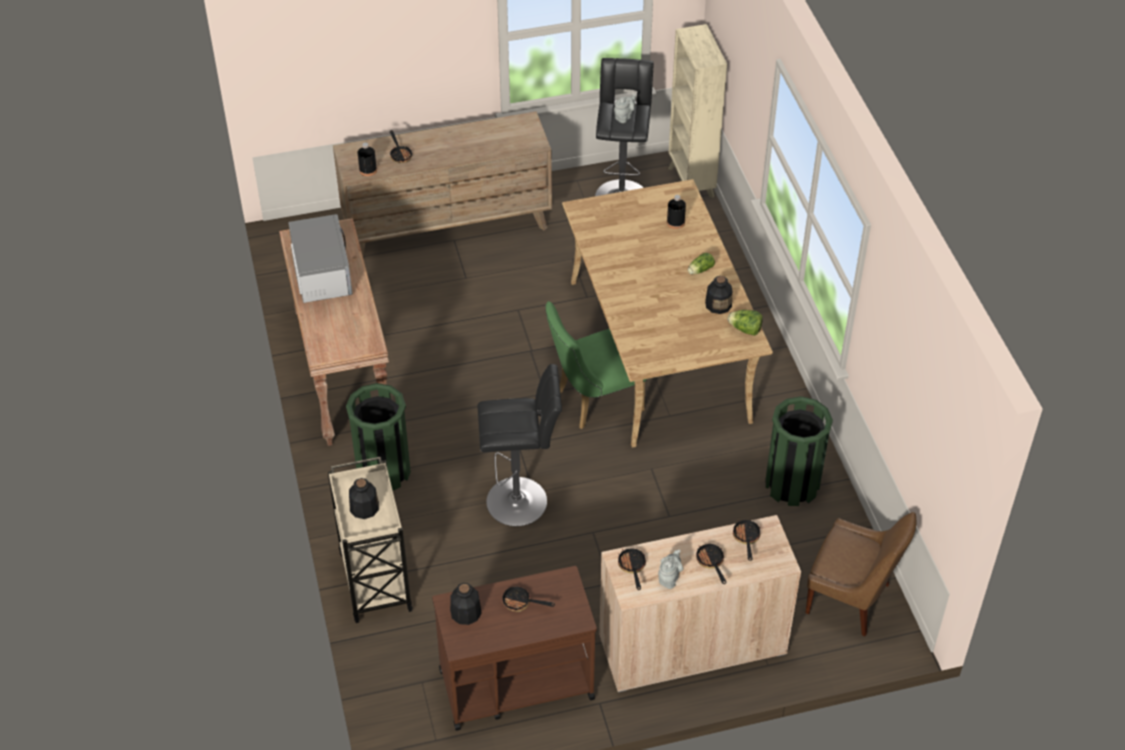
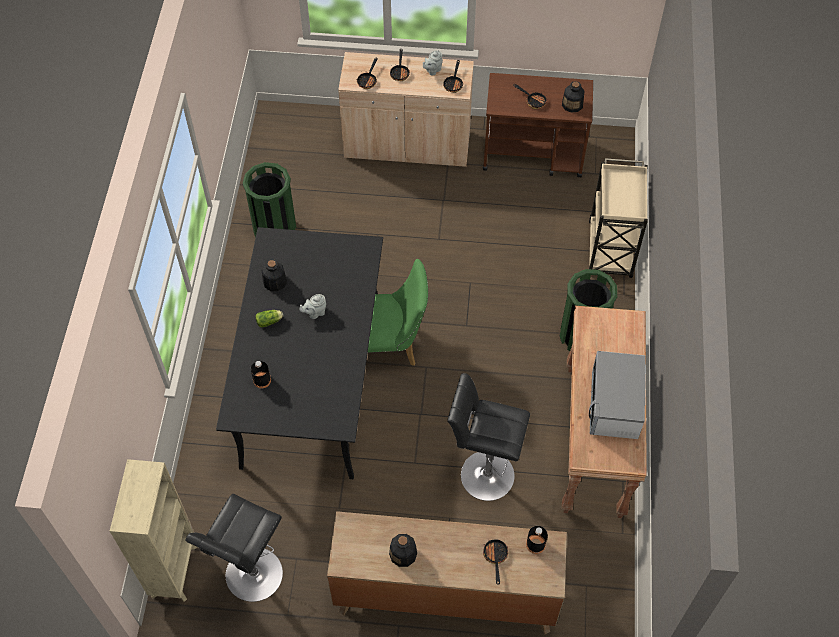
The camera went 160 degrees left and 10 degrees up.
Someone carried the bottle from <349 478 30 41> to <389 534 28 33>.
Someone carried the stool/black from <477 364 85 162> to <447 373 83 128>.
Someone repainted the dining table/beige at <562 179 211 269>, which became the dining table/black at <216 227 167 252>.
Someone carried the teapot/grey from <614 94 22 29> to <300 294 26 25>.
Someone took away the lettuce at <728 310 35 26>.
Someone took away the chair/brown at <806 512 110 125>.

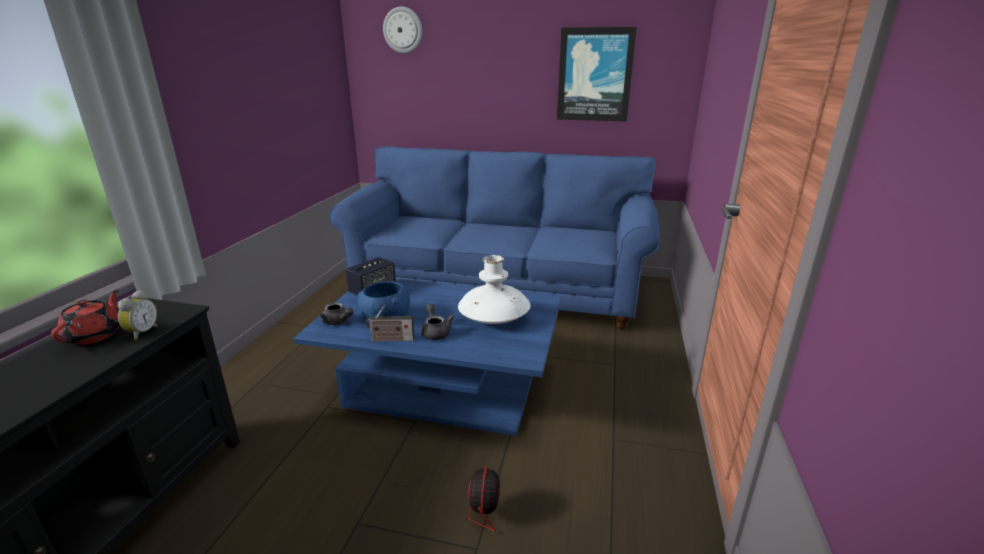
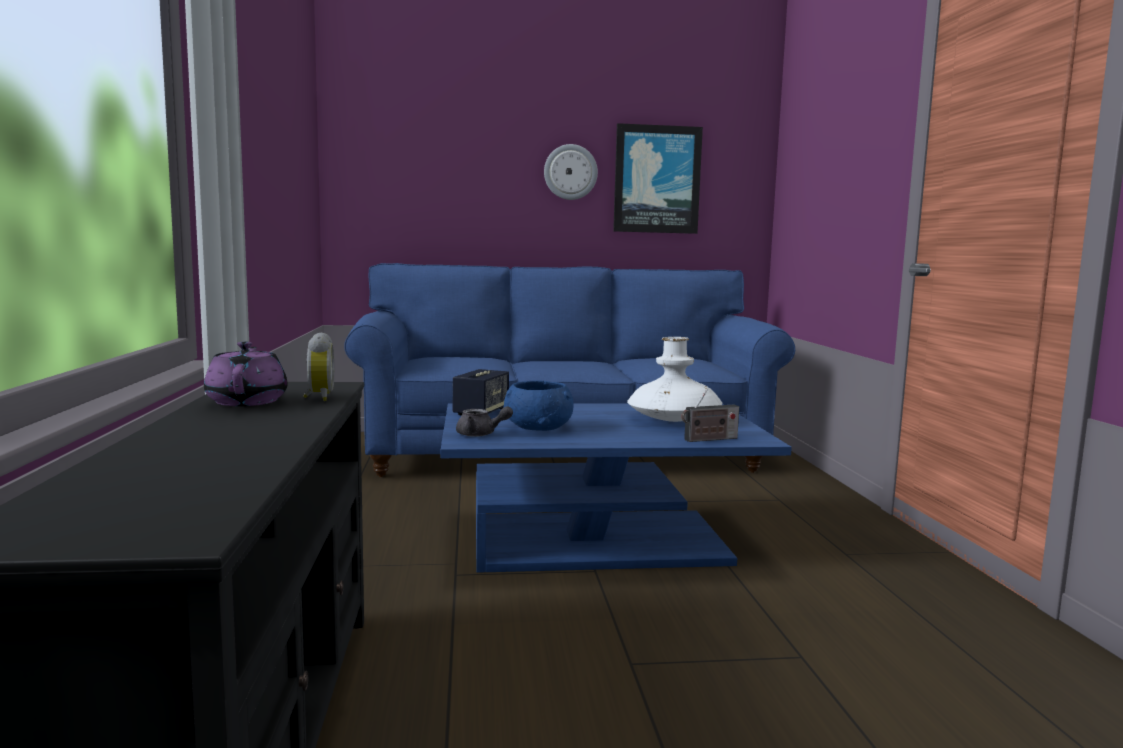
The camera went 20 degrees left and 15 degrees down.
Someone repainted the teapot/red at <51 290 69 55>, which became the teapot/purple at <204 342 84 64>.
Someone carried the radio from <366 305 48 36> to <681 389 58 53>.
Someone carried the wall clock from <383 7 40 46> to <544 144 54 56>.
Someone took away the fan at <393 464 107 68>.
Someone took away the teapot/grey at <421 304 33 36>.

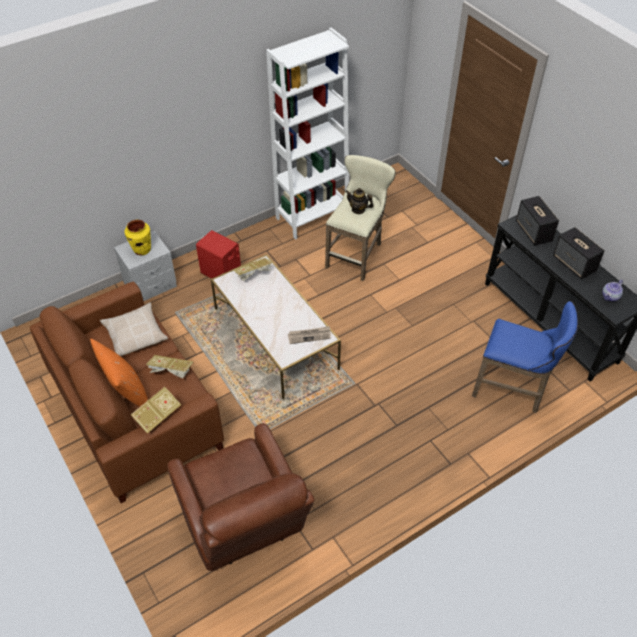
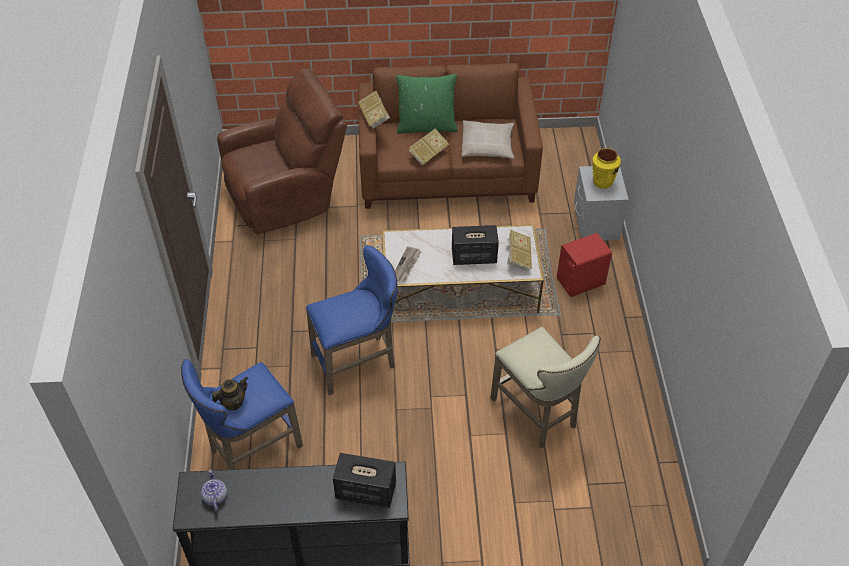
The camera went 120 degrees right and 0 degrees up.
Someone repainted the pillow/orange at <90 339 58 67>, which became the pillow/green at <396 74 62 60>.
Someone rotated the armchair/brown at <167 423 148 148> by 150 degrees clockwise.
Someone took away the bookcase/white at <266 28 83 212>.
Someone carried the teapot from <345 188 28 26> to <212 377 36 33>.
Someone carried the speaker from <553 227 52 52> to <452 225 47 40>.
Someone put down the stool/blue at <306 245 92 150>.

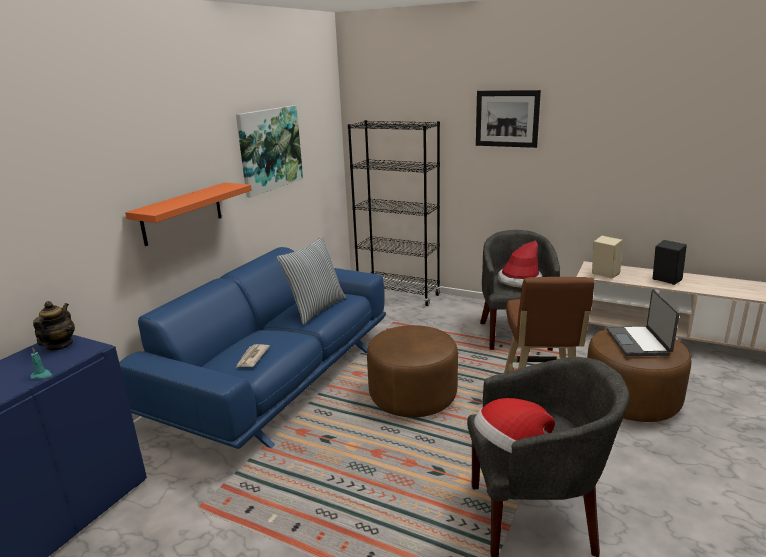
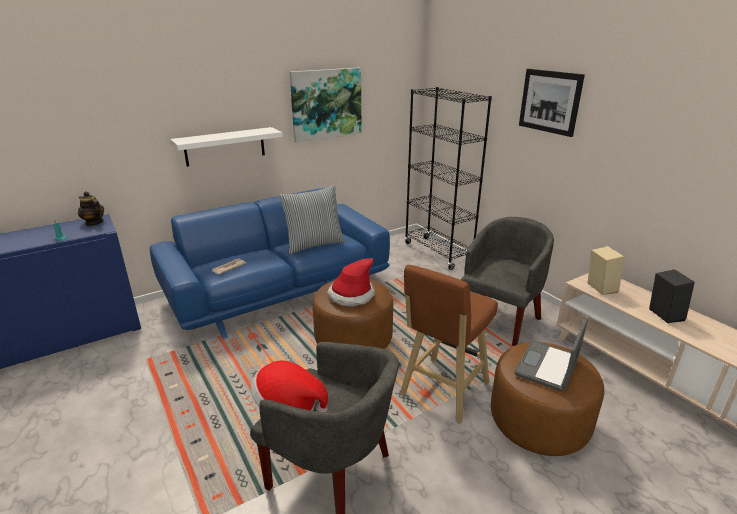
The camera went 30 degrees right and 5 degrees up.
Someone rotated the teapot at <33 301 42 50> by 90 degrees counterclockwise.
Someone repainted the shelf/orange at <125 183 127 63>, which became the shelf/white at <170 127 113 40>.
Someone carried the hat from <498 240 44 48> to <327 258 48 49>.

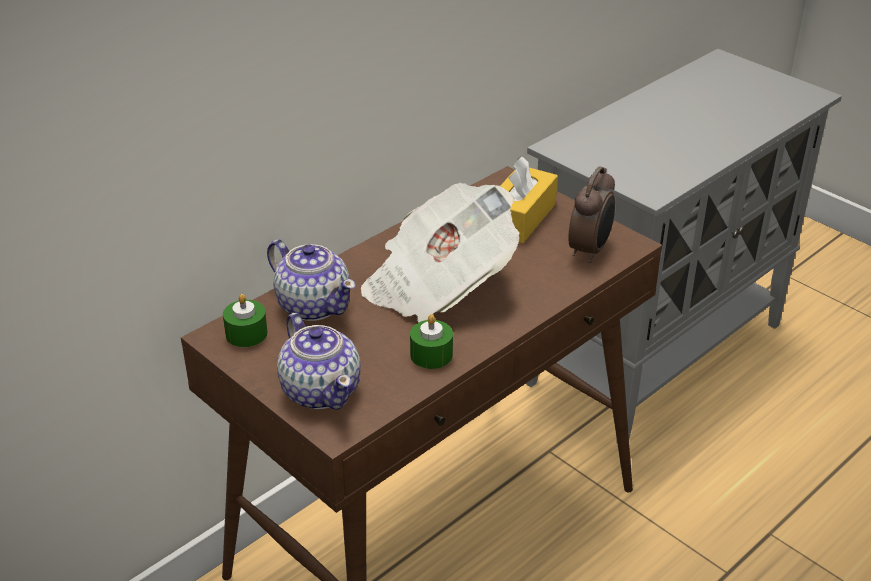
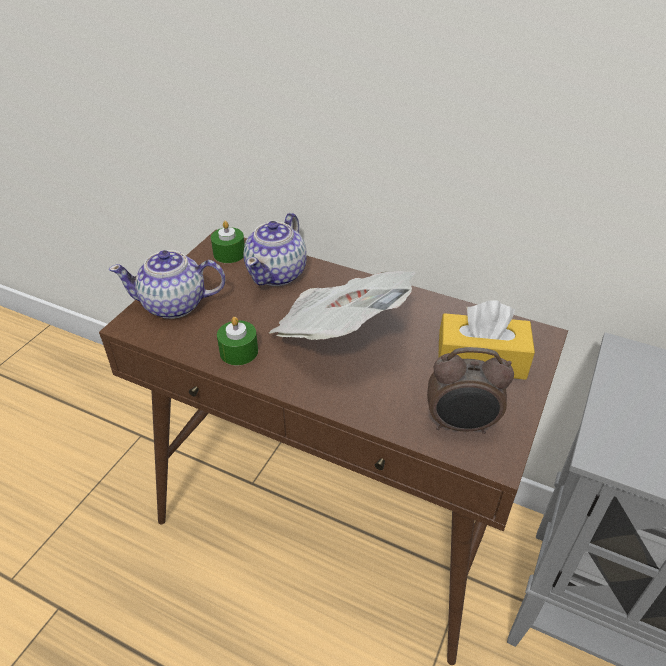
The camera went 70 degrees right and 5 degrees up.
Someone rotated the teapot at <277 313 84 97> by 45 degrees clockwise.

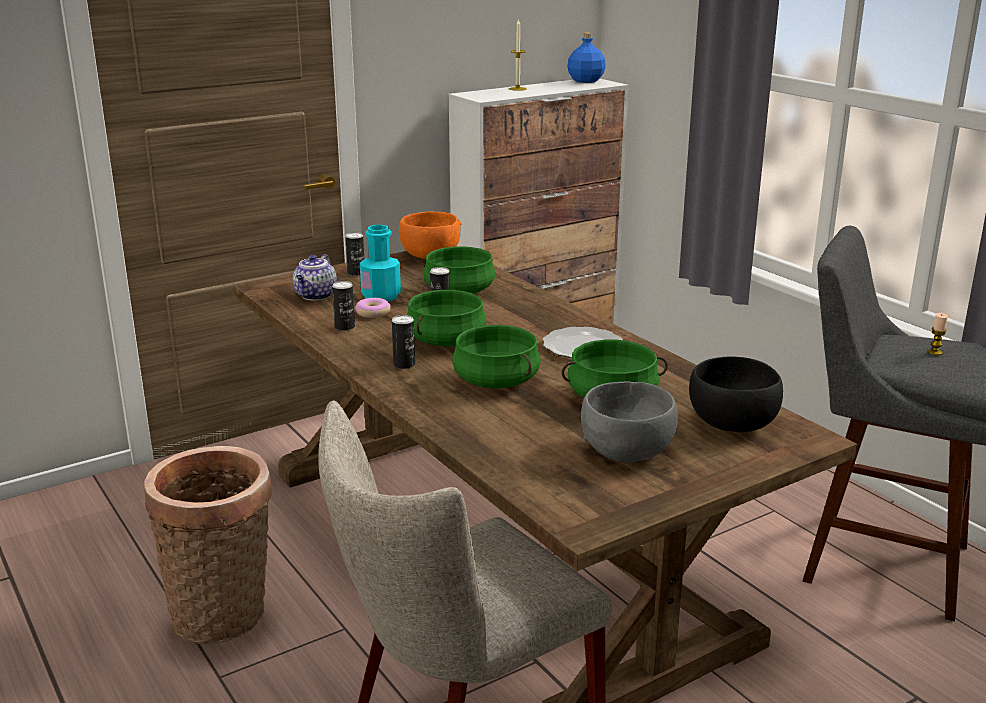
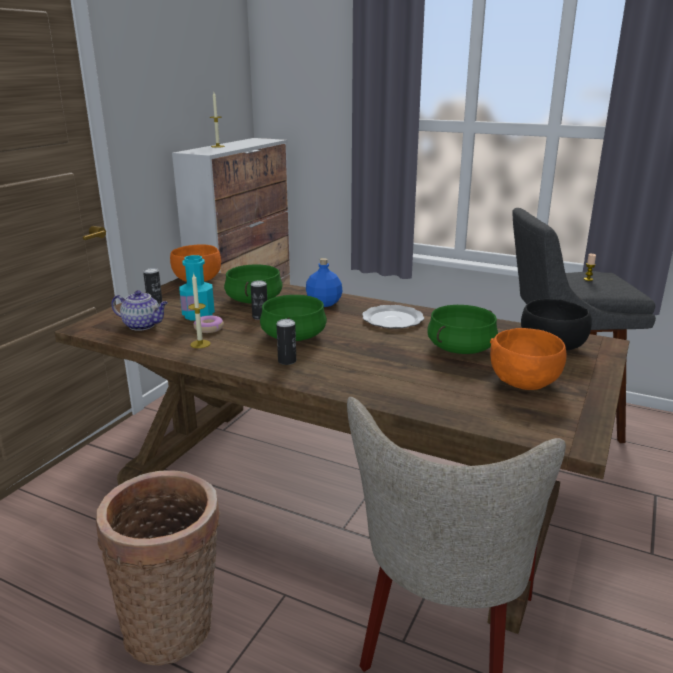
The camera went 30 degrees left and 0 degrees up.
Someone rotated the teapot at <293 254 44 46> by 60 degrees counterclockwise.
Someone swapped the can at <332 281 23 50> for the candle at <188 274 23 74>.
Someone took away the cooking pot/green at <452 325 89 64>.
Someone carried the bottle/blue from <567 33 39 50> to <306 258 36 49>.
Someone repainted the bowl/grey at <581 382 97 81>, which became the bowl/orange at <490 328 77 62>.

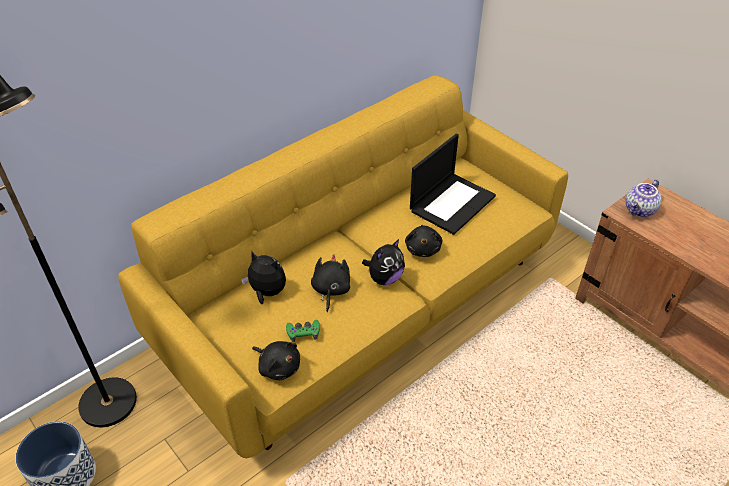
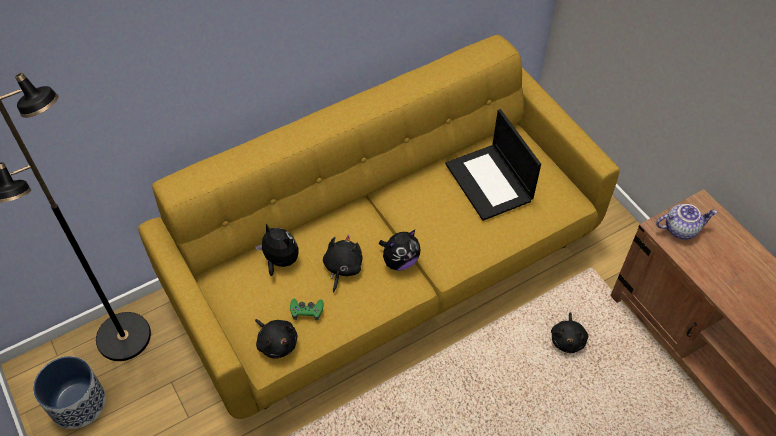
The camera went 10 degrees right and 10 degrees up.
Someone carried the plush toy/black from <405 225 37 32> to <551 312 37 41>.
Someone rotated the laptop at <410 133 86 102> by 105 degrees clockwise.
Someone rotated the teapot at <625 179 36 38> by 150 degrees counterclockwise.

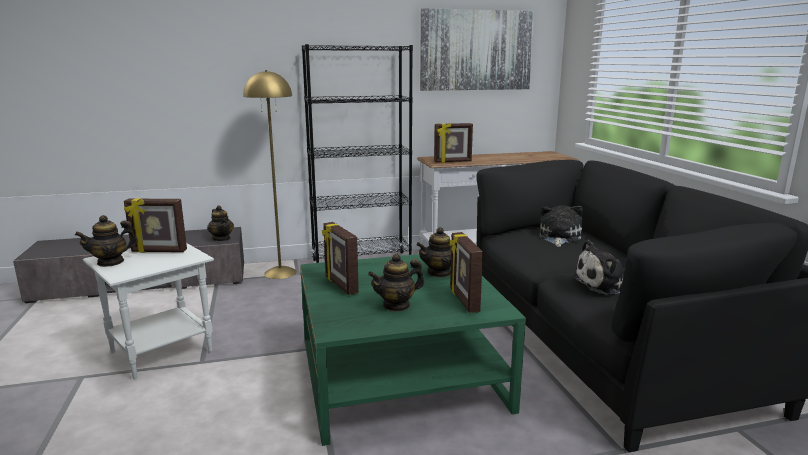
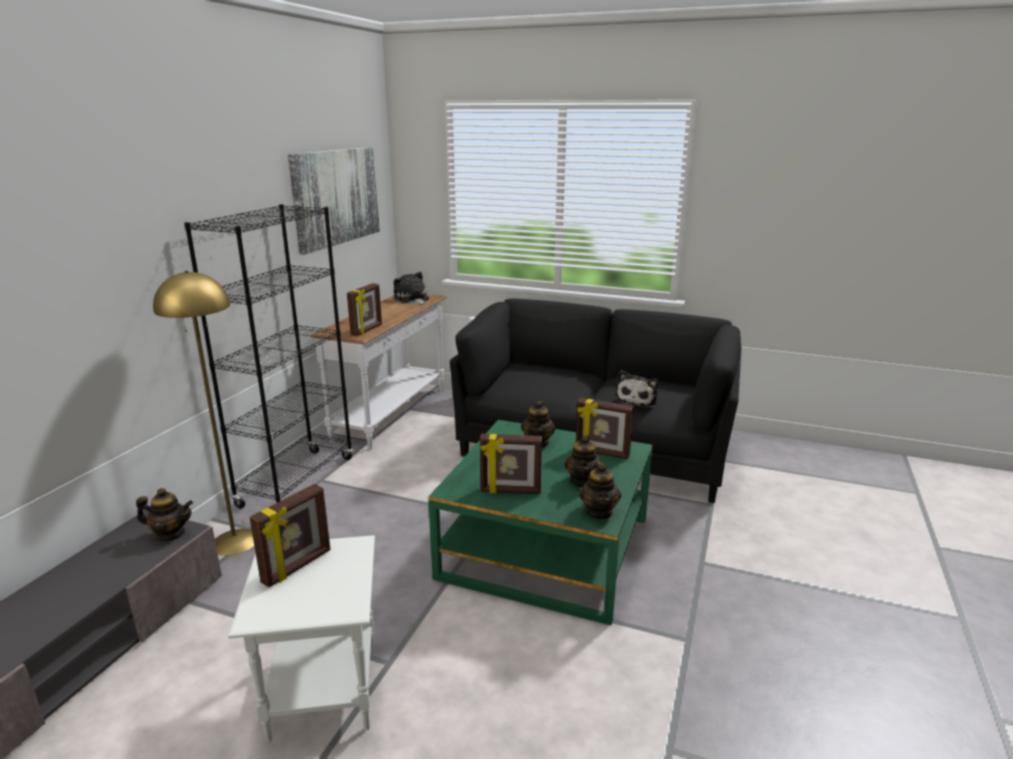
The camera went 55 degrees left and 5 degrees up.
Someone carried the teapot from <75 215 63 52> to <579 461 42 59>.
Someone carried the plush toy from <540 205 43 42> to <394 272 35 33>.

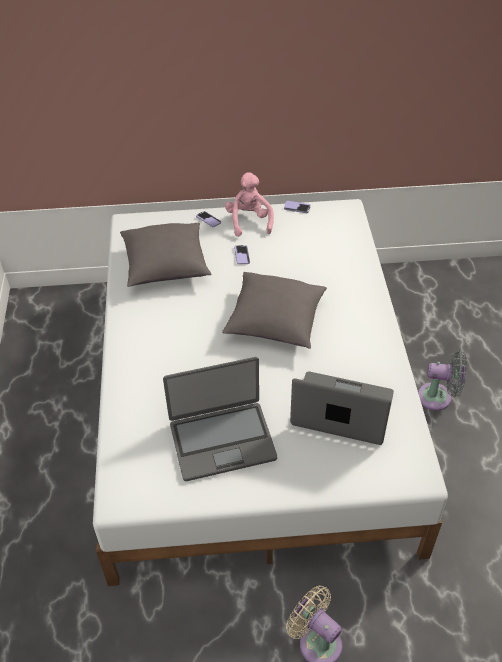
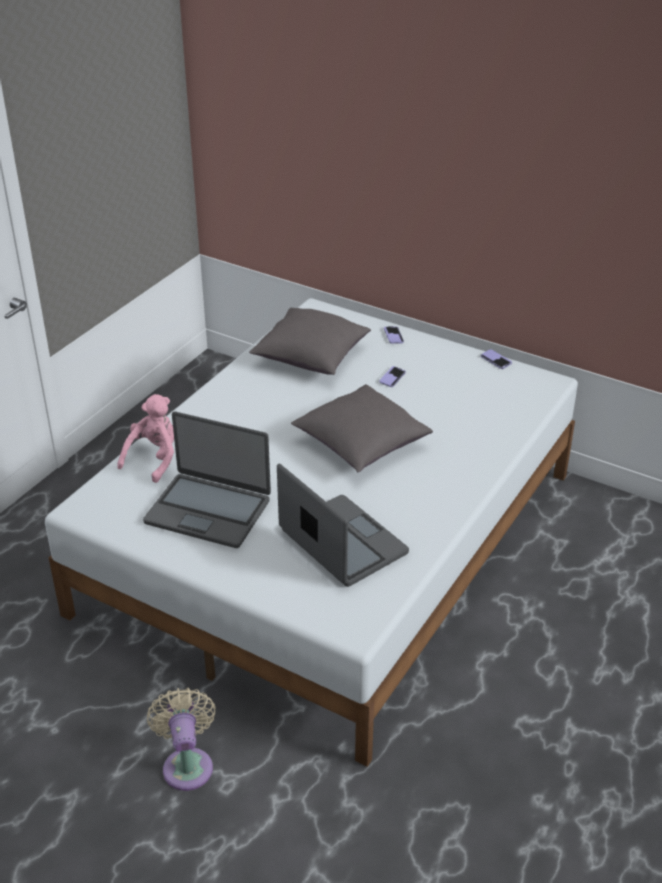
The camera went 35 degrees right and 10 degrees down.
Someone carried the plush toy/pink from <225 172 49 65> to <118 394 56 89>.
Someone took away the fan/grey at <418 351 49 59>.

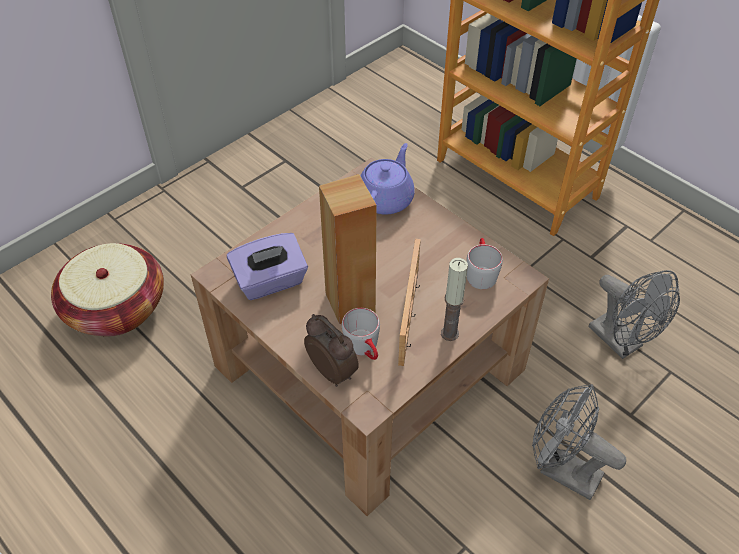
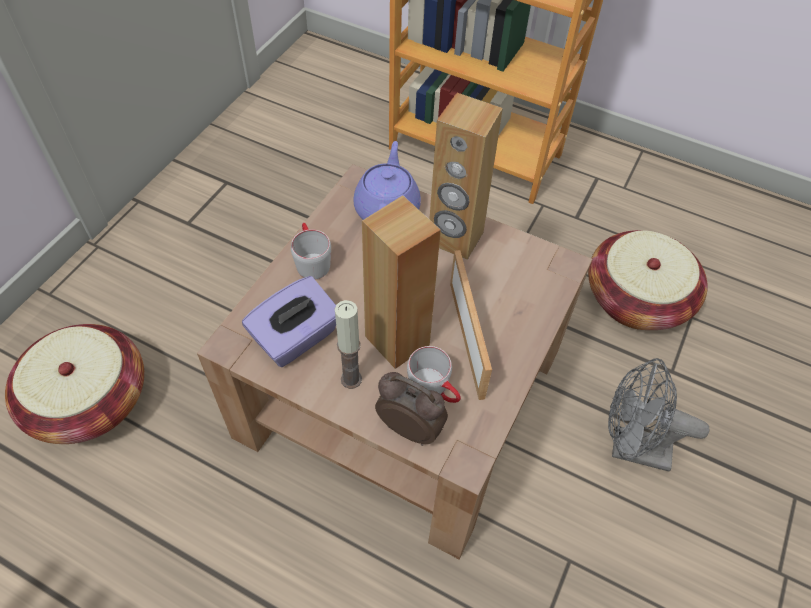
The camera went 20 degrees left and 5 degrees up.
Someone carried the candle from <441 258 27 83> to <335 300 27 89>.
Someone carried the mug/grey from <466 238 37 51> to <291 223 40 57>.
Someone swapped the fan/grey at <589 270 91 89> for the basket at <588 230 120 100>.
Someone put down the speaker/brown at <429 93 74 167>.

